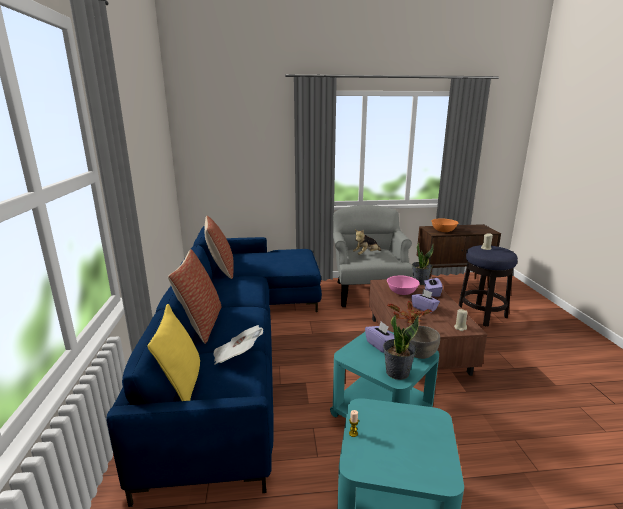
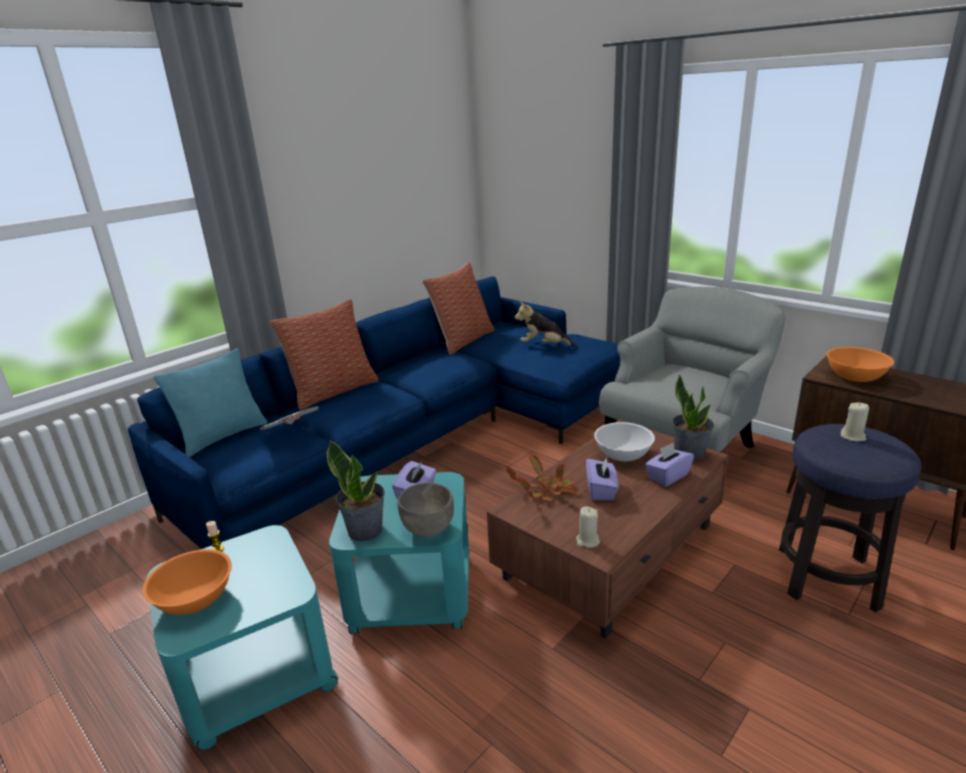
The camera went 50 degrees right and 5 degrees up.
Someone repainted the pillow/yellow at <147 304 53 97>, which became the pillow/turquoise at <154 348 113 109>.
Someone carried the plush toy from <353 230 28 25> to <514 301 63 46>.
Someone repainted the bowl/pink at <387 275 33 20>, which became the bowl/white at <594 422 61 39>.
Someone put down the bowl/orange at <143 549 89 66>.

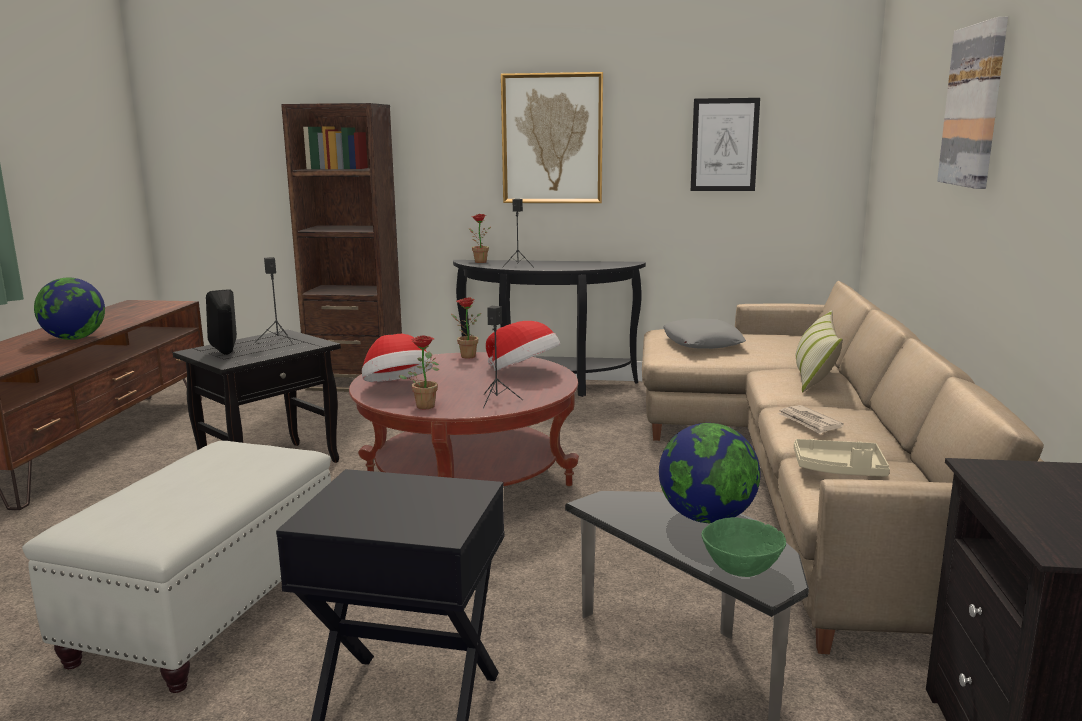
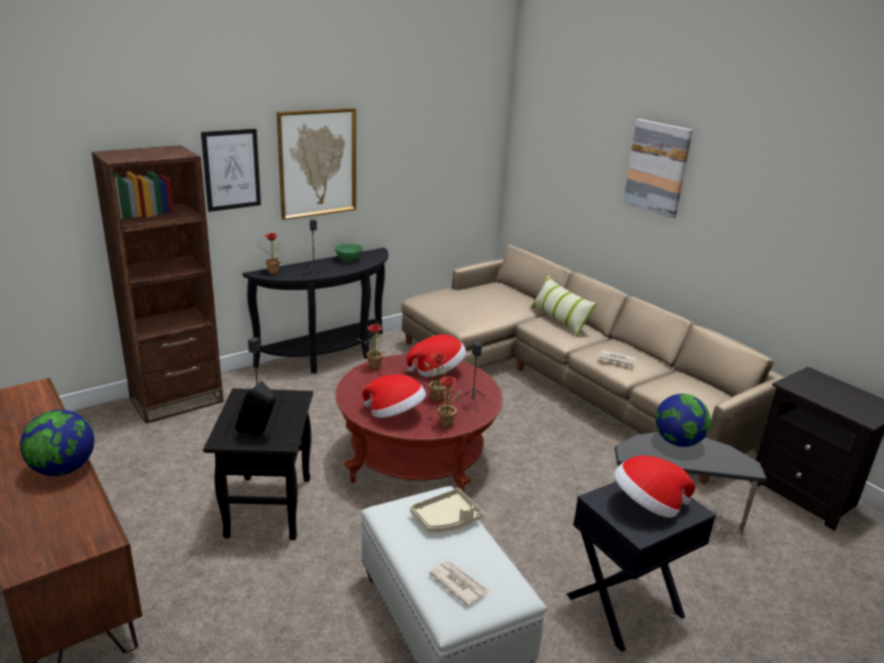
The camera went 45 degrees left and 10 degrees up.
Someone took away the pillow/grey at <663 318 83 31>.
Someone carried the picture from <691 98 69 93> to <201 129 60 83>.
Someone carried the bowl/green from <702 517 84 60> to <335 243 28 18>.
Someone carried the tray/beige from <794 439 96 38> to <410 488 74 44>.
Someone put down the potted plant at <424 353 26 49>.
Someone put down the newspaper at <429 561 60 46>.
Someone put down the hat at <614 455 81 63>.

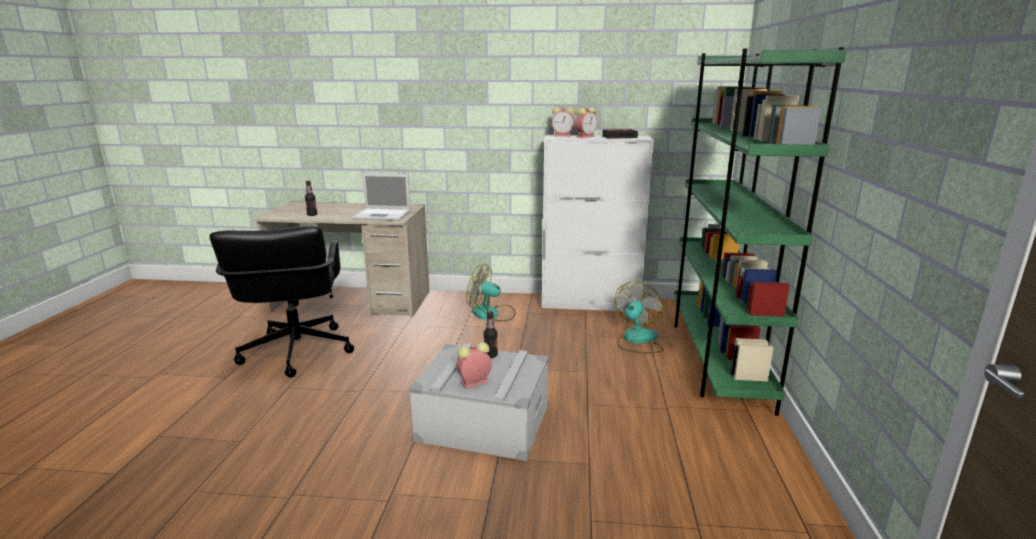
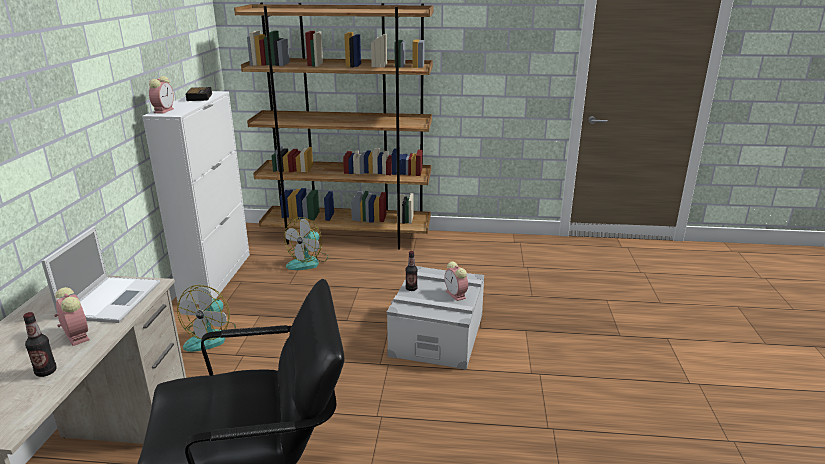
The camera went 90 degrees left and 5 degrees up.
Someone carried the alarm clock from <575 107 22 31> to <54 287 36 59>.
Someone rotated the fan at <615 282 49 71> by 90 degrees counterclockwise.
Someone repainted the bookcase/green at <674 47 173 369>, which became the bookcase/brown at <234 2 199 248>.

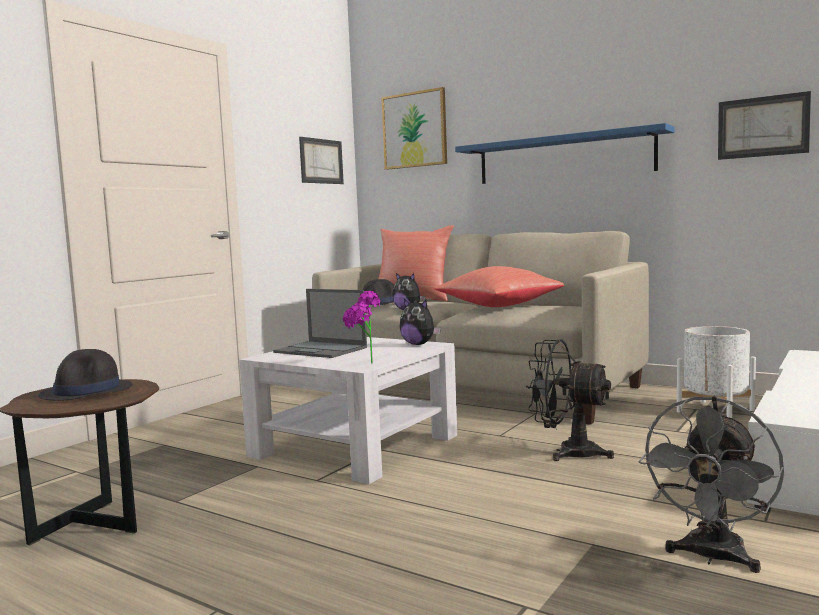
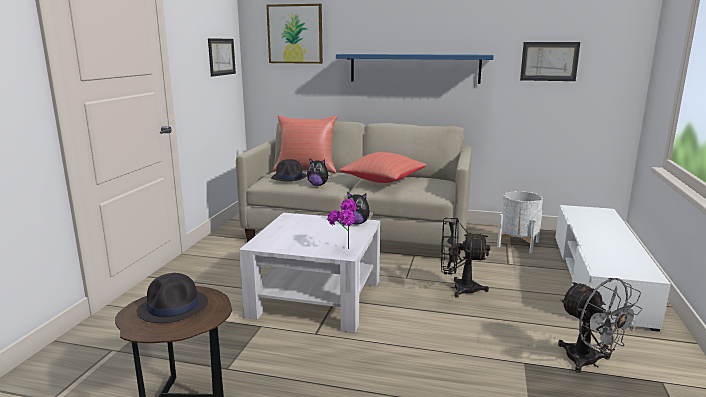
The camera went 20 degrees left and 10 degrees up.
Someone took away the laptop at <273 289 94 69>.
Someone rotated the fan/grey at <639 396 145 177> by 45 degrees counterclockwise.

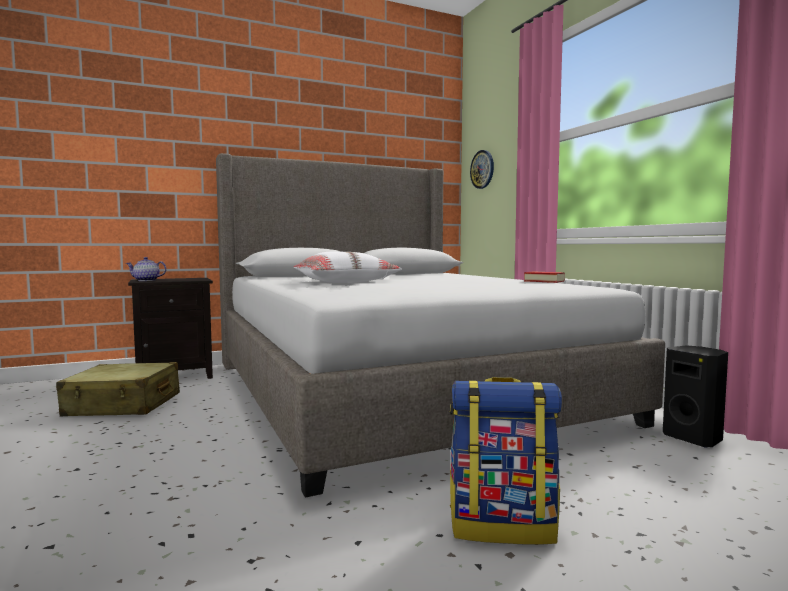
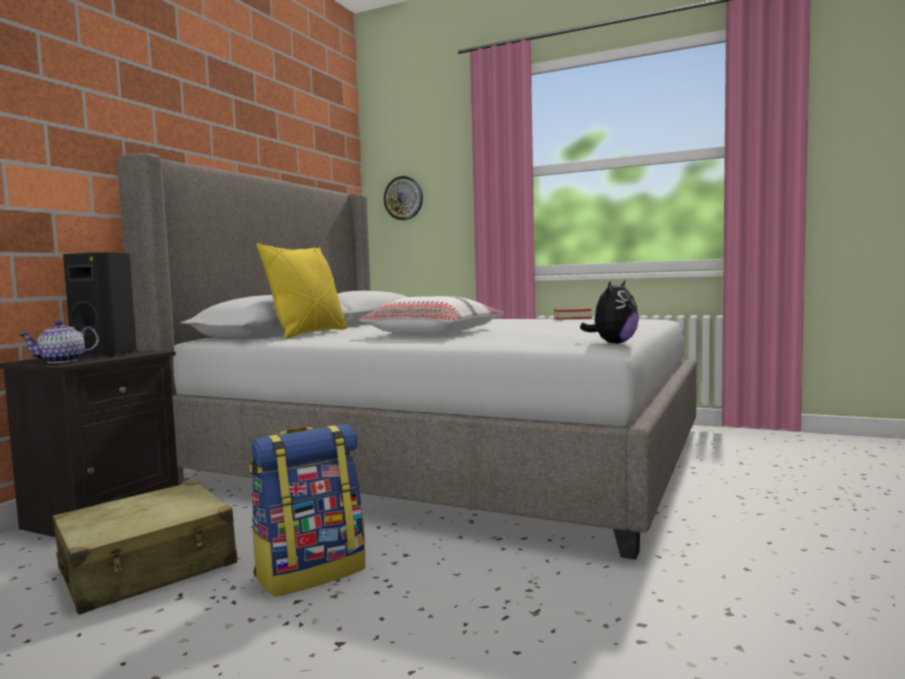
The camera went 40 degrees left and 0 degrees up.
Someone carried the backpack from <450 377 112 167> to <249 424 116 173>.
Someone carried the speaker/black from <663 345 65 103> to <63 252 74 104>.
Someone put down the pillow/yellow at <257 243 90 96>.
Someone put down the plush toy at <580 281 59 63>.

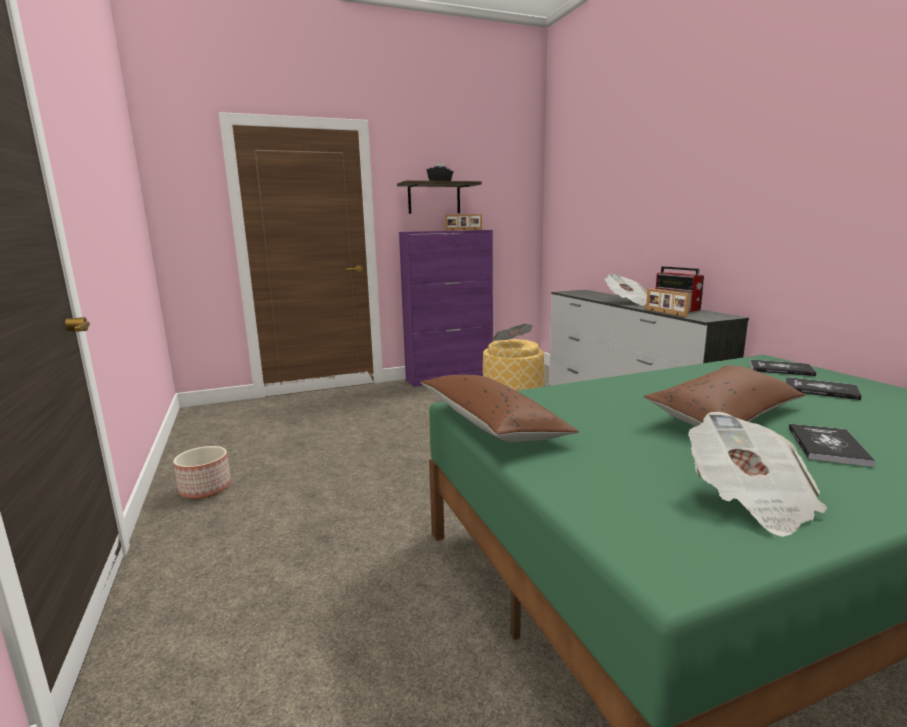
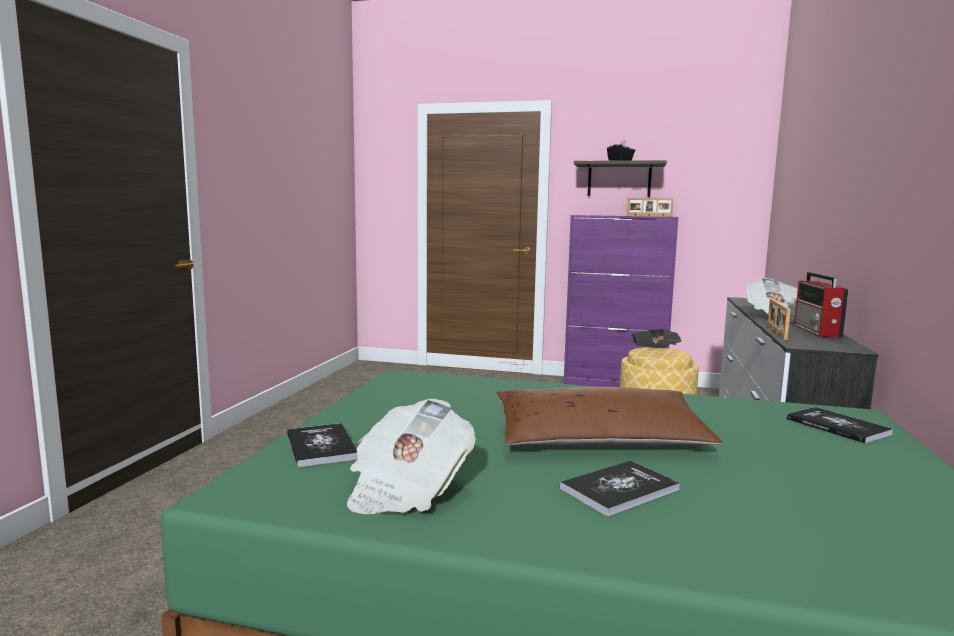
The camera went 35 degrees right and 5 degrees down.
Someone took away the planter at <173 446 58 53>.
Someone took away the pillow/brown at <420 375 159 67>.
Someone carried the book from <785 377 77 23> to <287 423 71 45>.

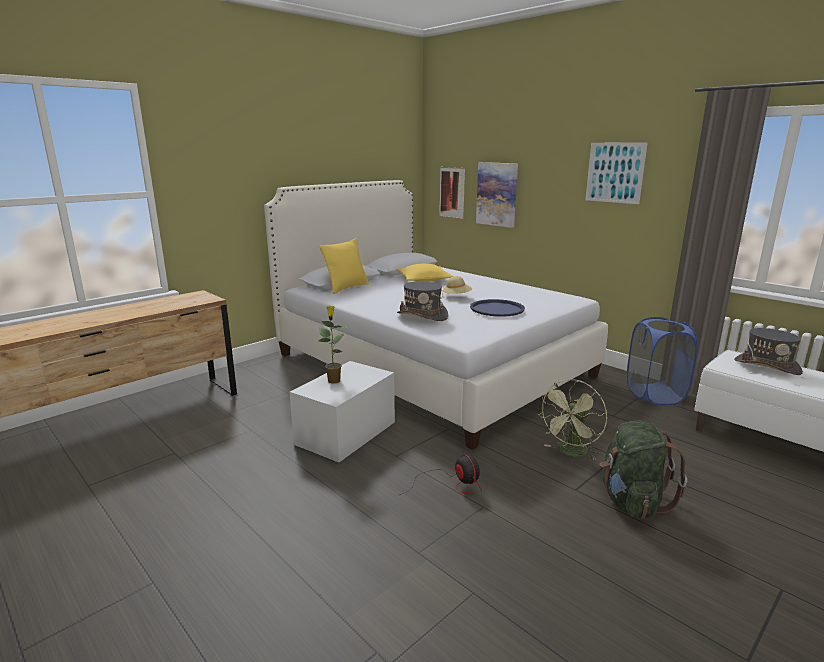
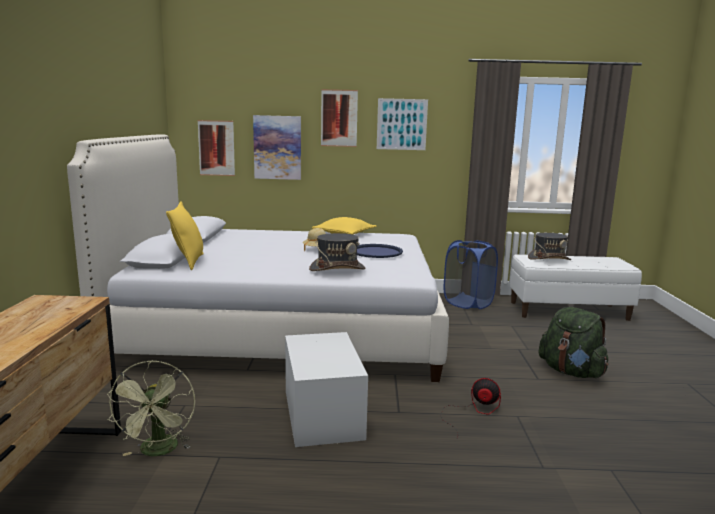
The camera went 45 degrees left and 5 degrees down.
Someone took away the potted plant at <315 306 32 78>.
Someone carried the pillow/yellow from <397 263 56 19> to <312 217 65 18>.
Someone carried the fan/green from <538 379 69 81> to <107 360 88 96>.
Someone put up the picture at <321 89 37 58>.

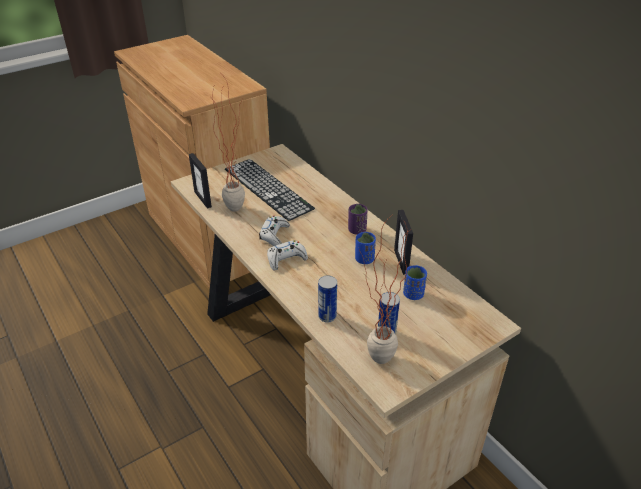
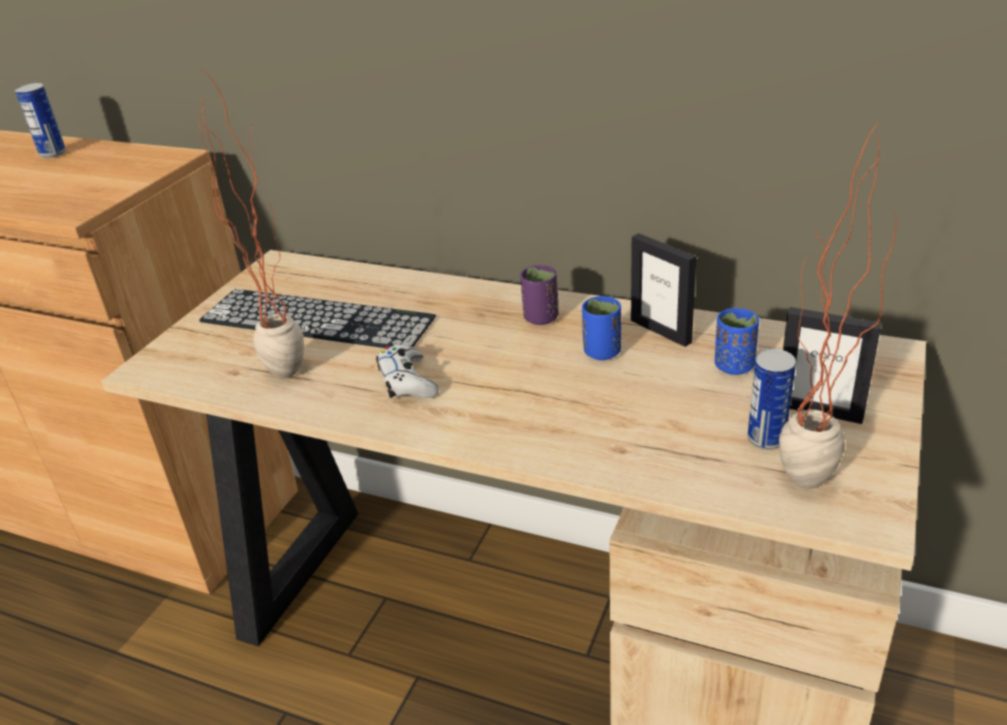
The camera went 30 degrees left and 5 degrees down.
Someone carried the picture frame from <189 153 23 55> to <783 307 99 117>.
Someone took away the game controller/white at <267 240 41 31>.
Someone carried the can from <318 275 19 48> to <15 83 51 75>.

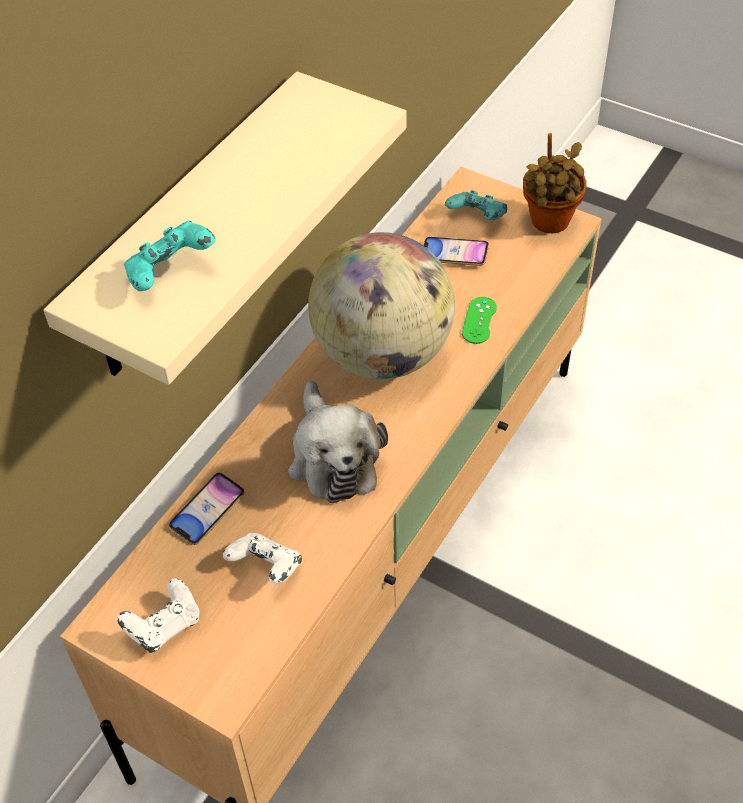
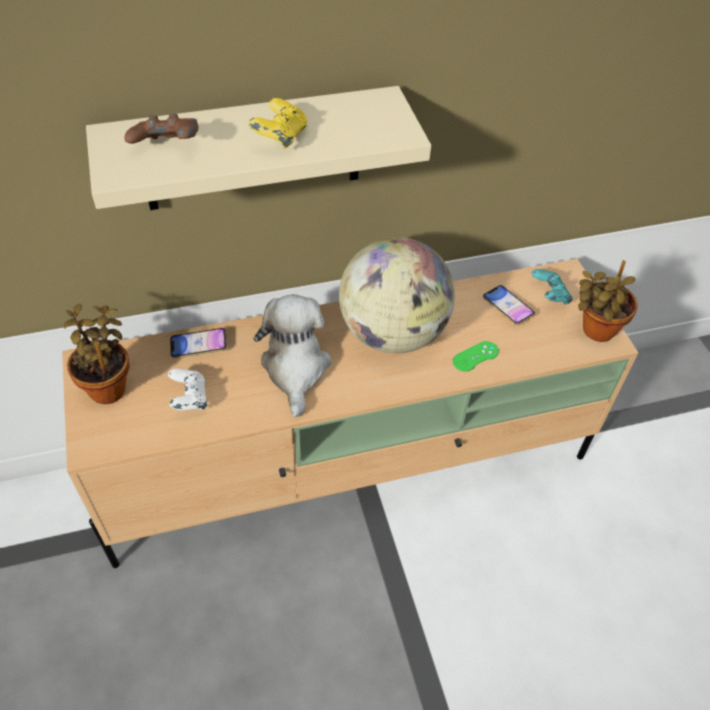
The camera went 40 degrees right and 0 degrees up.
Someone swapped the game controller/white at <117 578 82 75> for the potted plant at <64 304 66 100>.
Someone repainted the game controller/turquoise at <124 220 92 71>, which became the game controller/brown at <124 114 74 30>.
Someone rotated the plush toy at <288 381 100 122> by 150 degrees clockwise.
Someone put down the game controller/yellow at <248 98 59 51>.

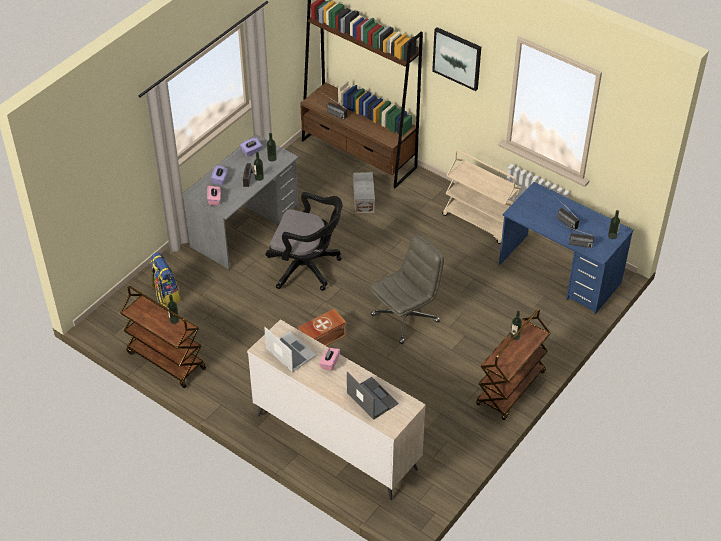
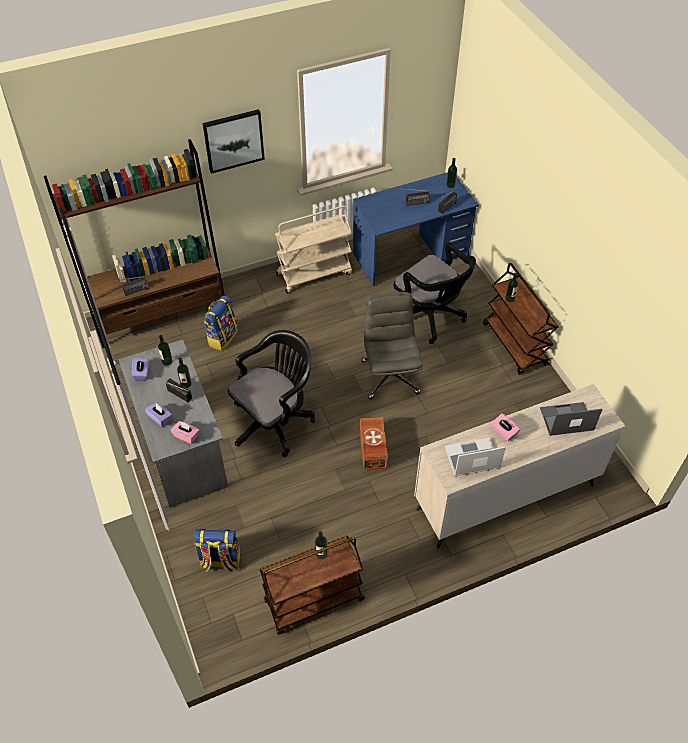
The camera went 60 degrees left and 5 degrees up.
Someone swapped the storage box/grey at <353 172 22 42> for the backpack at <204 296 34 55>.
Someone put down the office chair/black at <394 242 82 102>.

